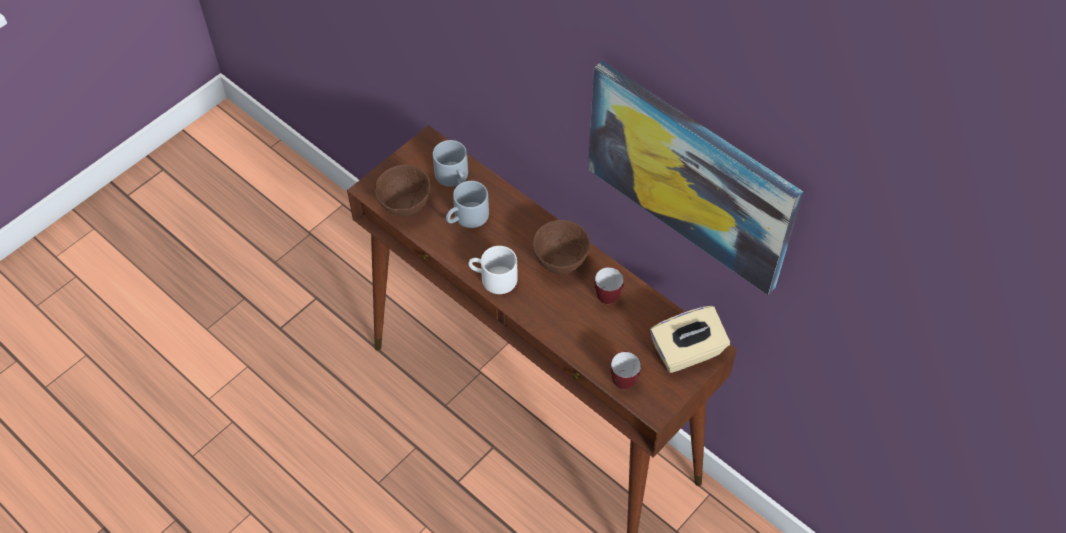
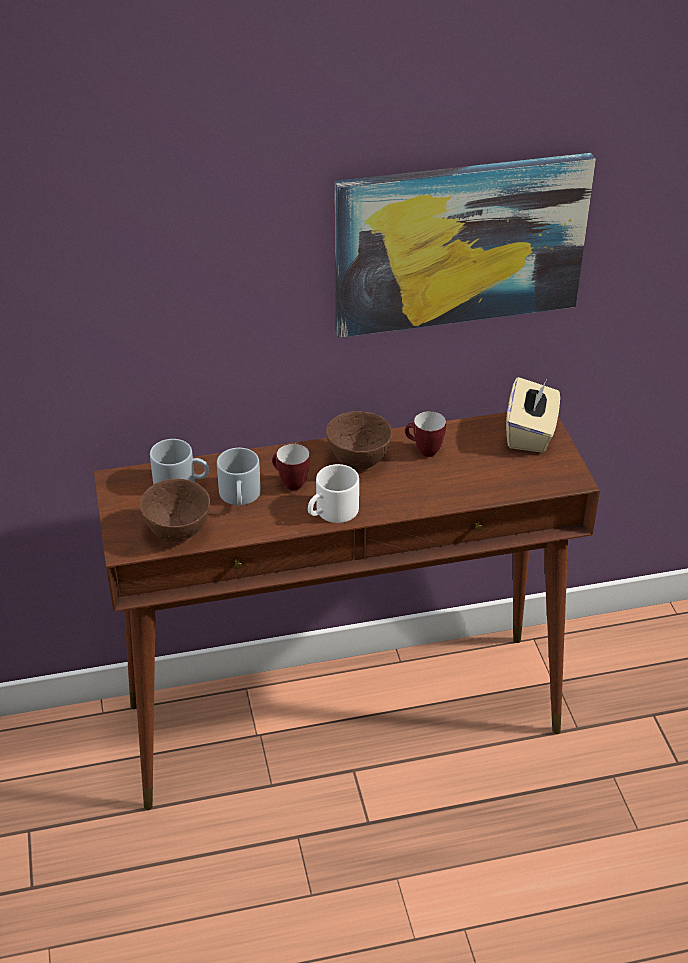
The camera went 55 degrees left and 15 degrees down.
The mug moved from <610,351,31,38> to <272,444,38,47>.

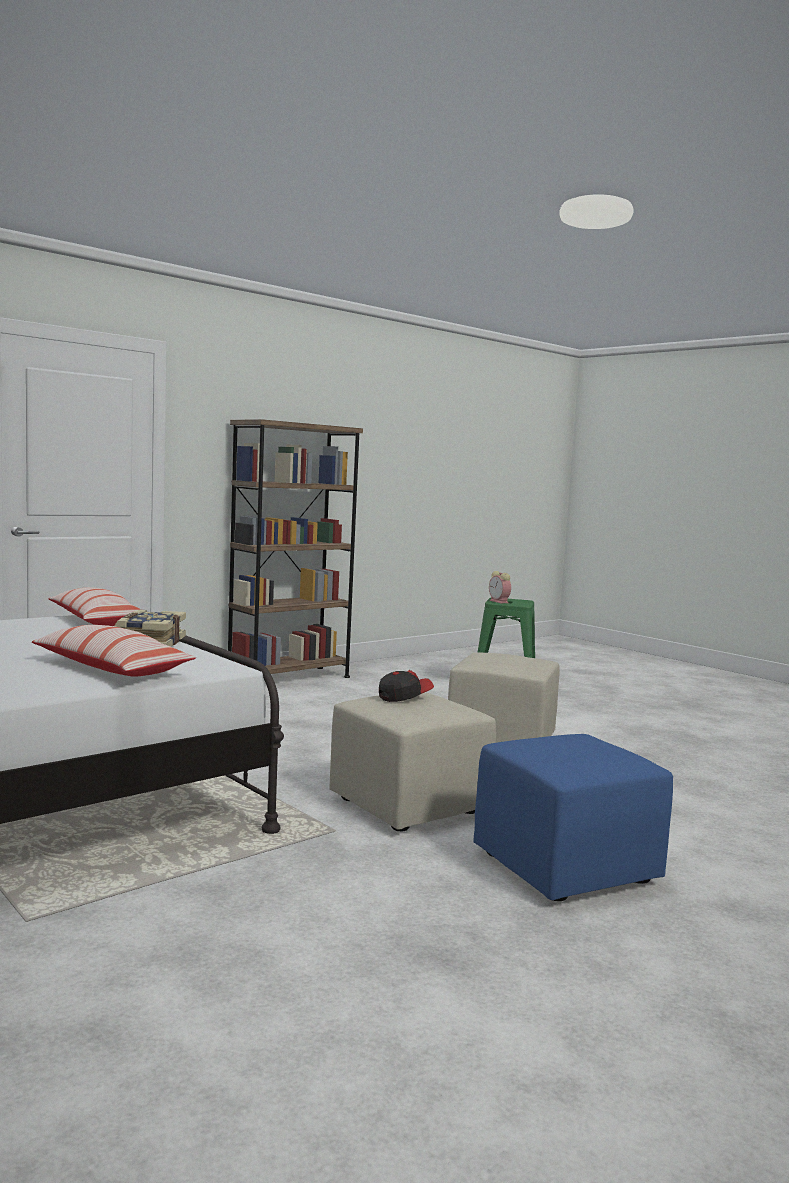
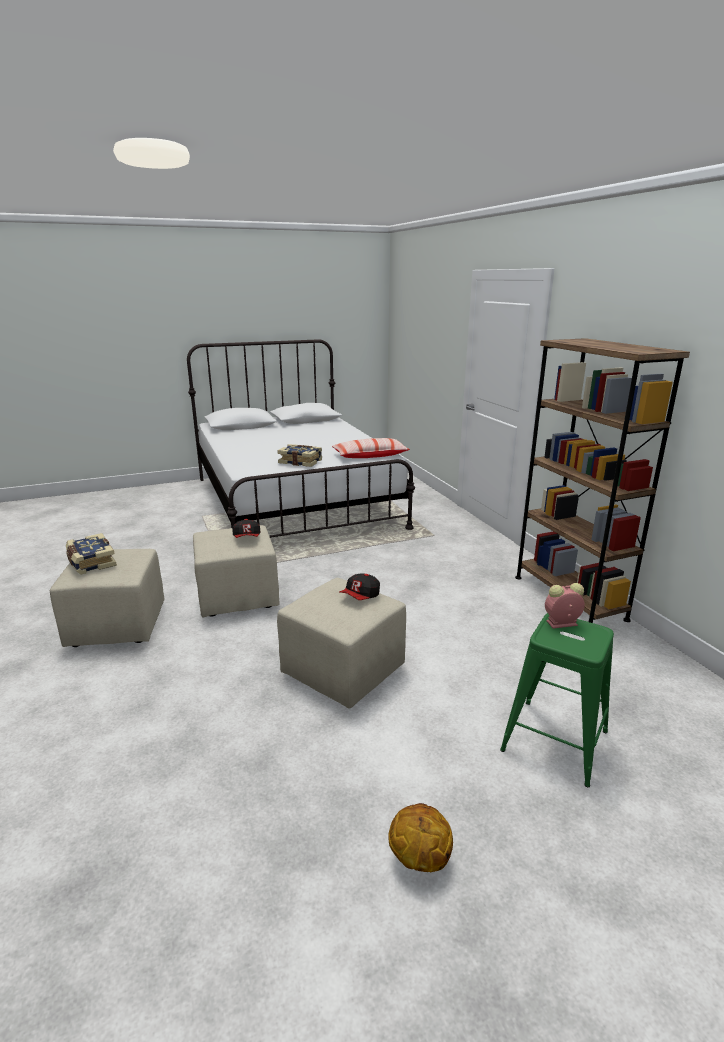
The camera went 110 degrees right and 15 degrees up.
The throw pillow at <32,625,164,52> disappeared.
The bound book at <66,533,51,42> appeared.
The cap at <339,573,41,27> appeared.
The basketball ball at <388,803,65,69> appeared.
The bluish pouffe at <473,734,200,167> became the beige pouffe at <50,549,115,98>.

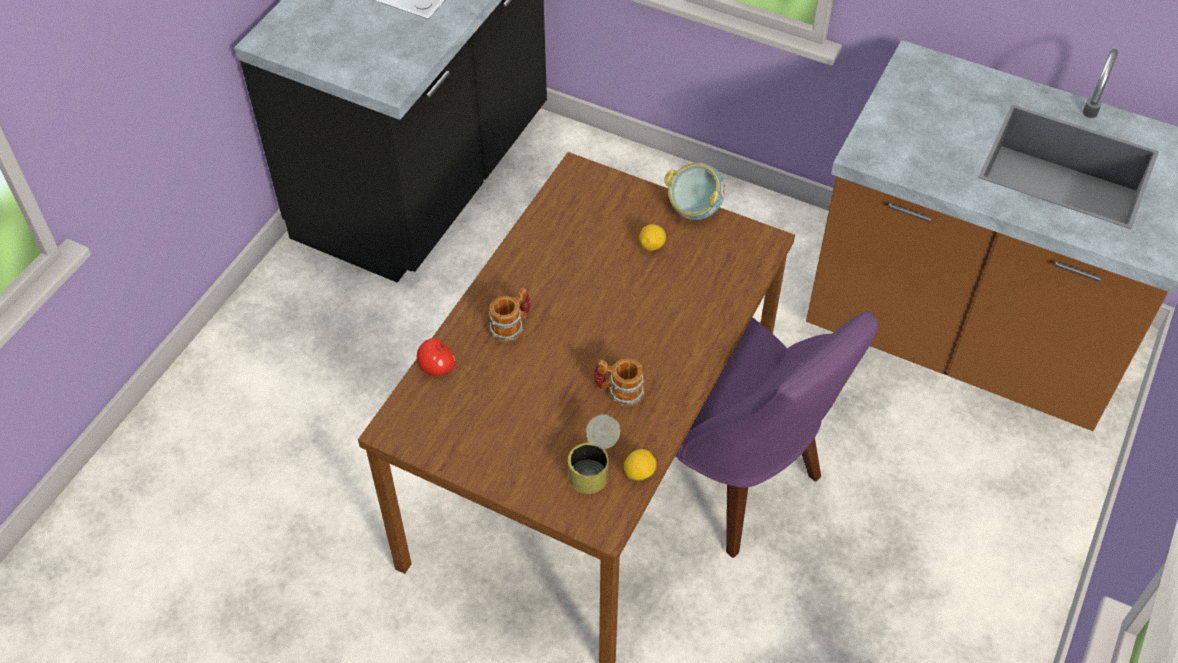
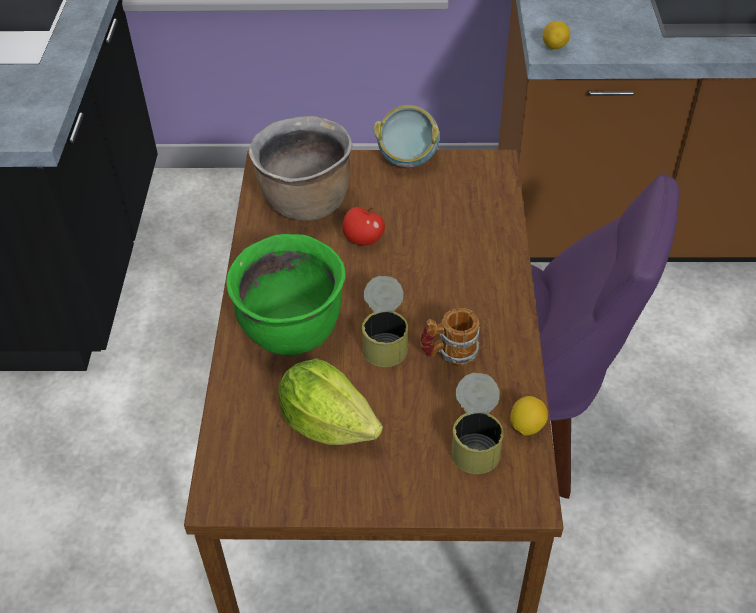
The camera went 25 degrees left and 5 degrees down.
The brownish stockpot at <249,116,103,105> appeared.
The lettuce head at <278,358,105,87> appeared.
The sealed can at <362,276,46,91> appeared.
The apple moved from <417,338,38,38> to <342,207,43,39>.
The citrus fruit moved from <639,224,27,27> to <543,21,27,28>.
The mug at <489,287,42,56> was replaced by the greenish stockpot at <226,234,120,121>.

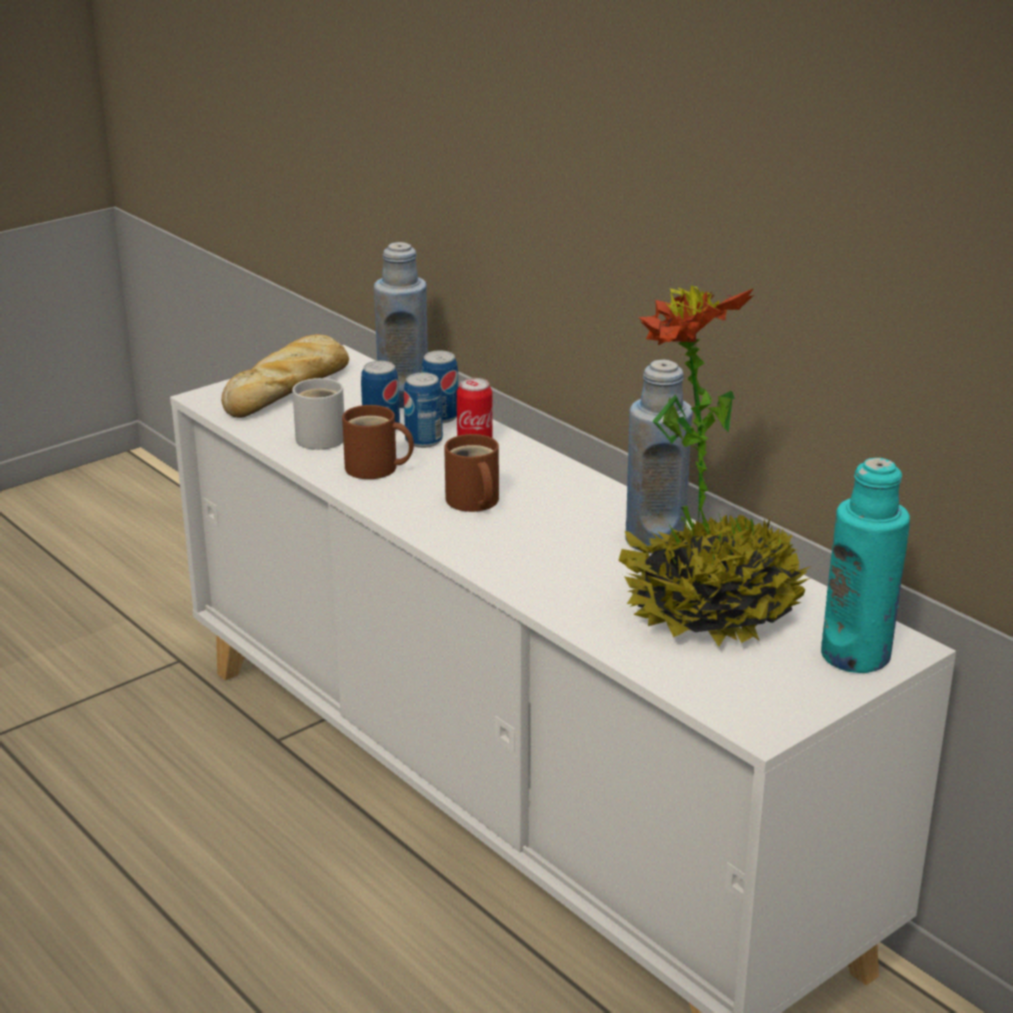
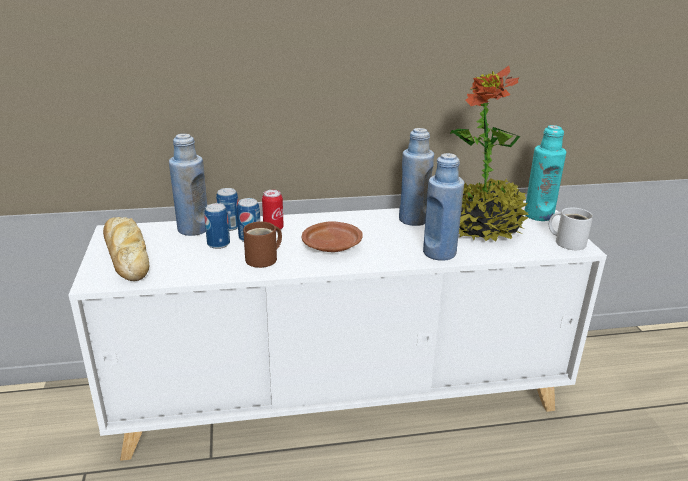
The camera went 60 degrees left and 0 degrees up.
The bluish bottle at <423,153,41,108> appeared.
The whitish mug moved from <292,378,52,72> to <549,208,44,42>.
The brownish mug at <444,434,55,78> was replaced by the brownish dinner plate at <302,221,61,31>.

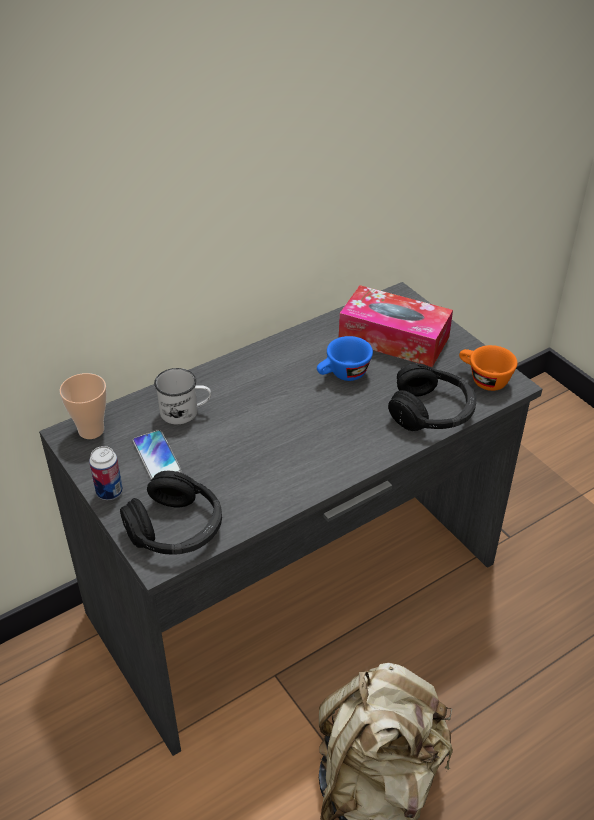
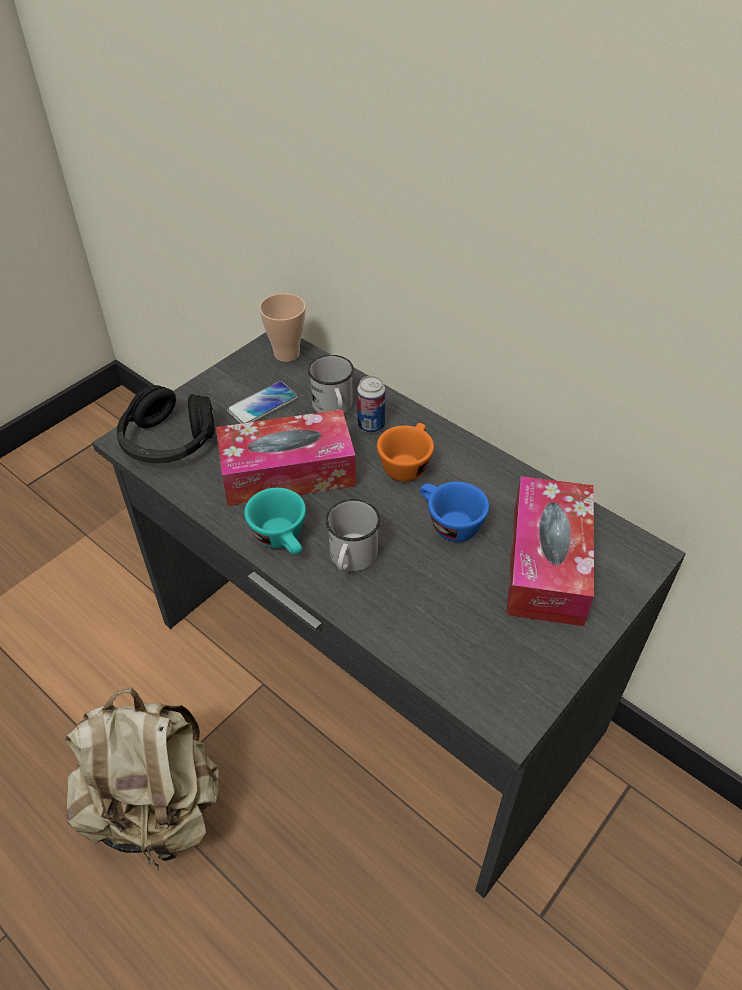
The camera went 75 degrees right and 5 degrees up.
The black headset at <388,364,88,67> disappeared.
The box of tissues at <216,409,140,97> appeared.
The blue-green cup at <244,488,62,67> appeared.
The whitish mug at <326,499,54,72> appeared.
The sealed can moved from <89,446,34,54> to <357,376,28,57>.
The orangey cup moved from <459,345,58,46> to <377,423,57,59>.

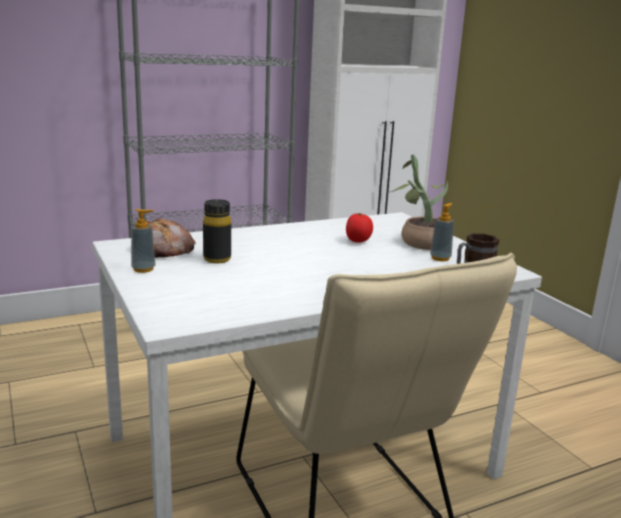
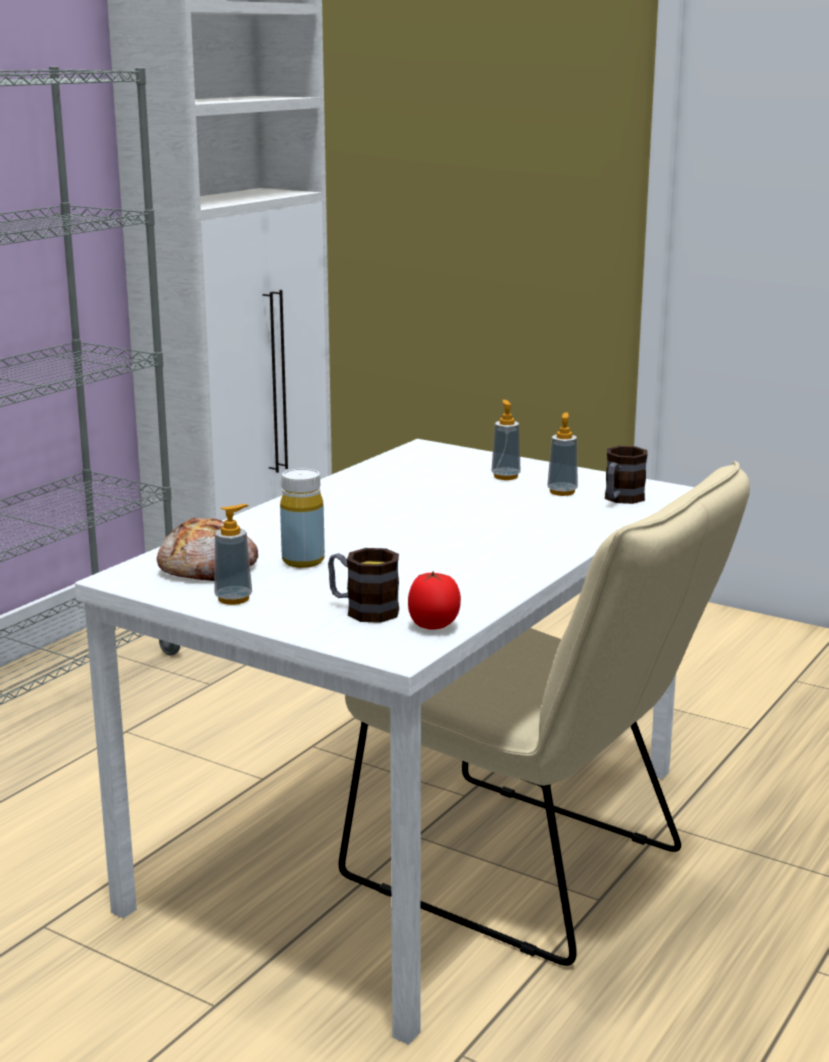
The camera went 30 degrees left and 0 degrees up.
The mug at <328,548,71,75> appeared.
The whole tomato moved from <346,213,27,30> to <408,571,53,59>.
The potted plant at <391,154,57,96> was replaced by the soap dispenser at <491,400,30,80>.
The black bottle at <203,199,28,64> became the yellow bottle at <280,469,45,99>.

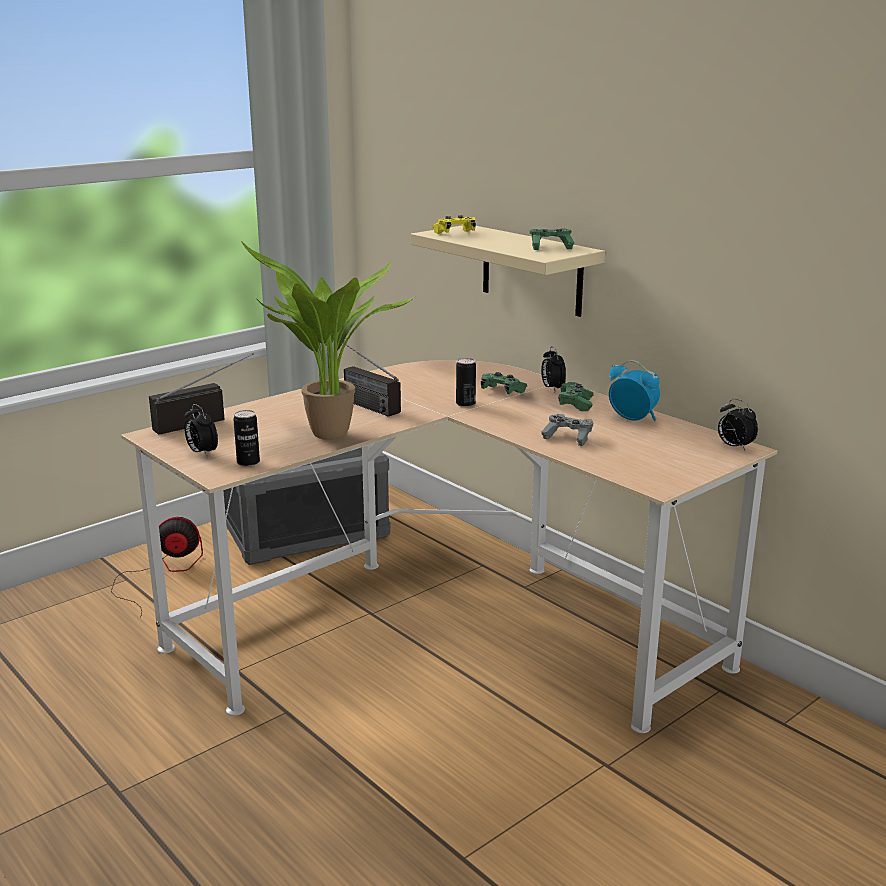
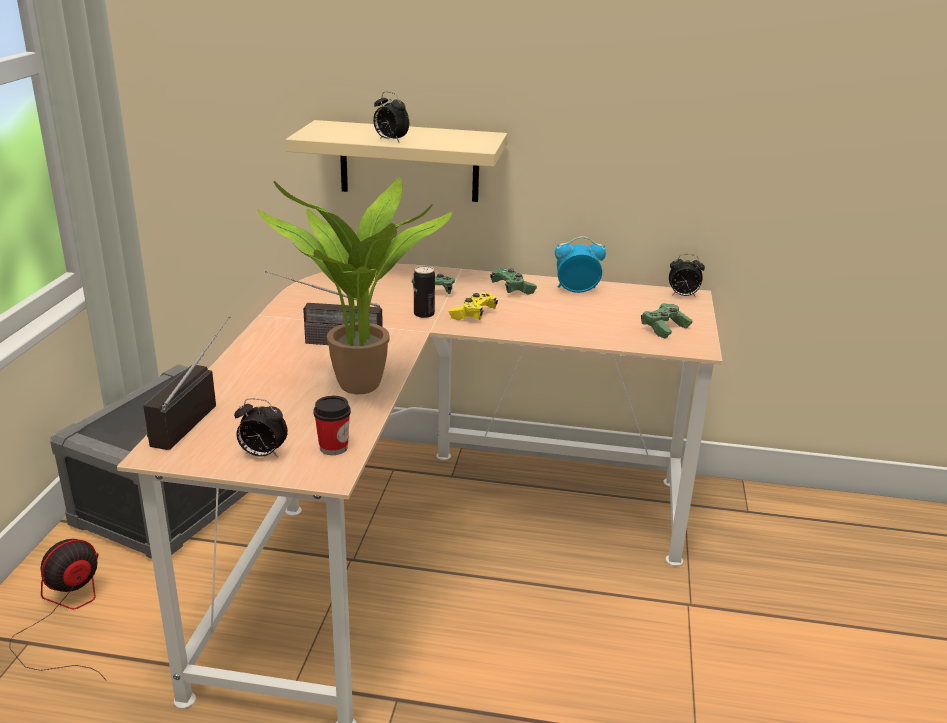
The camera went 40 degrees left and 5 degrees up.
The grey joypad at <541,414,52,32> disappeared.
The yellow joypad moved from <432,215,44,19> to <449,292,49,28>.
The greenish joypad moved from <529,228,45,22> to <641,303,51,35>.
The bedside clock moved from <541,346,25,45> to <373,91,36,51>.
The sealed can at <233,410,27,57> was replaced by the cup at <313,396,38,59>.

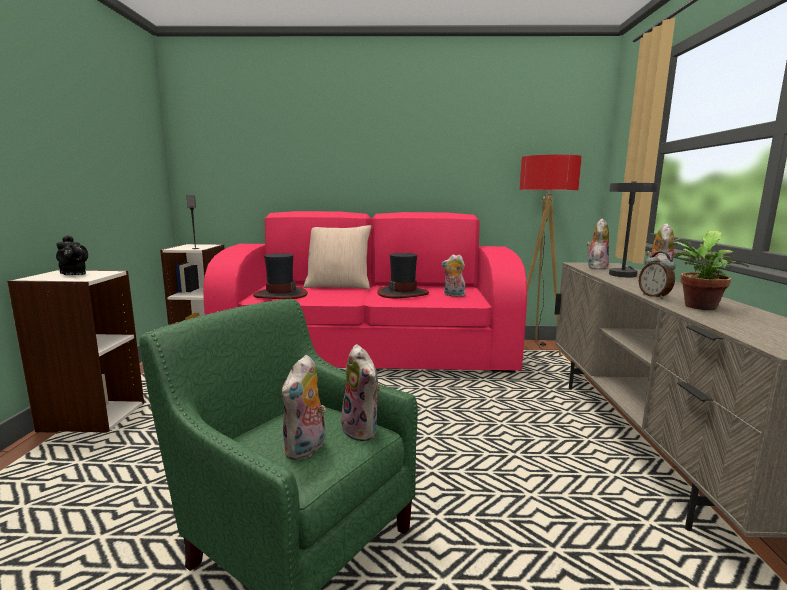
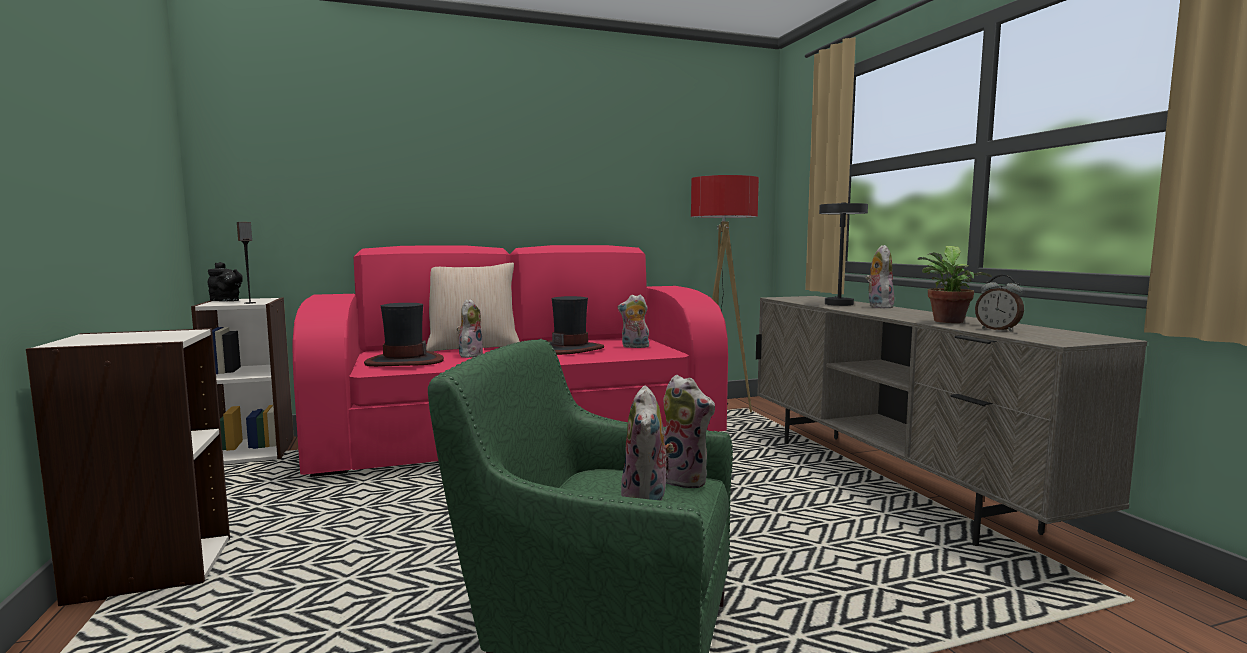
The camera went 20 degrees left and 5 degrees down.
The black pot for tea moved from <56,235,32,40> to <208,262,35,39>.
The cuddly toy moved from <587,219,22,51> to <457,299,26,59>.
The bedside clock moved from <639,252,37,47> to <975,275,49,57>.

